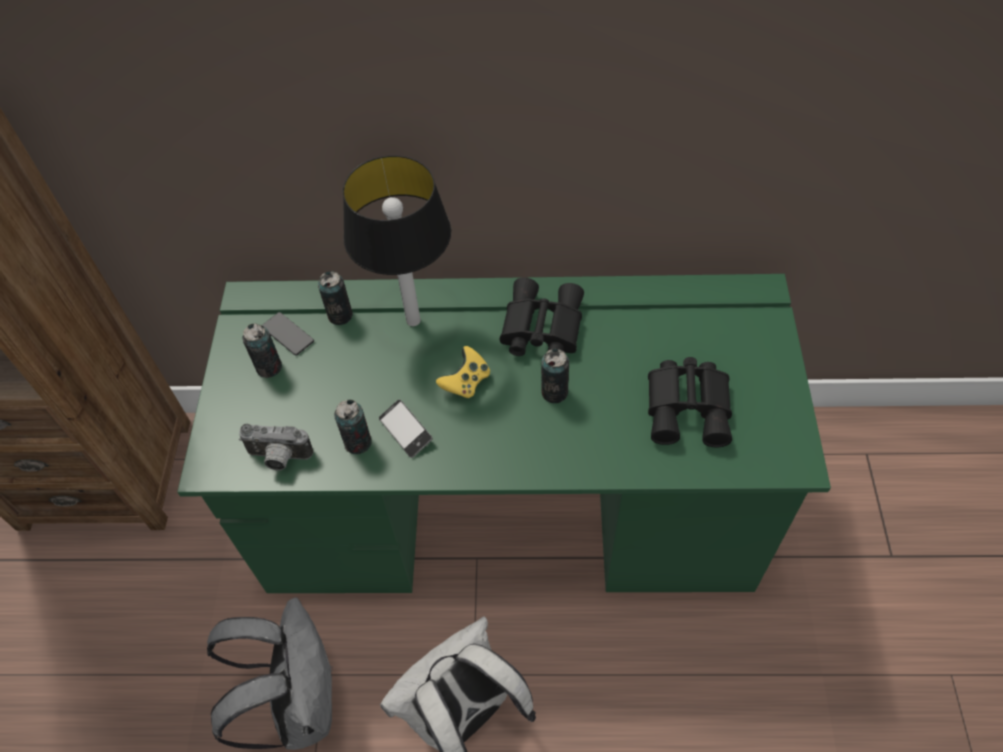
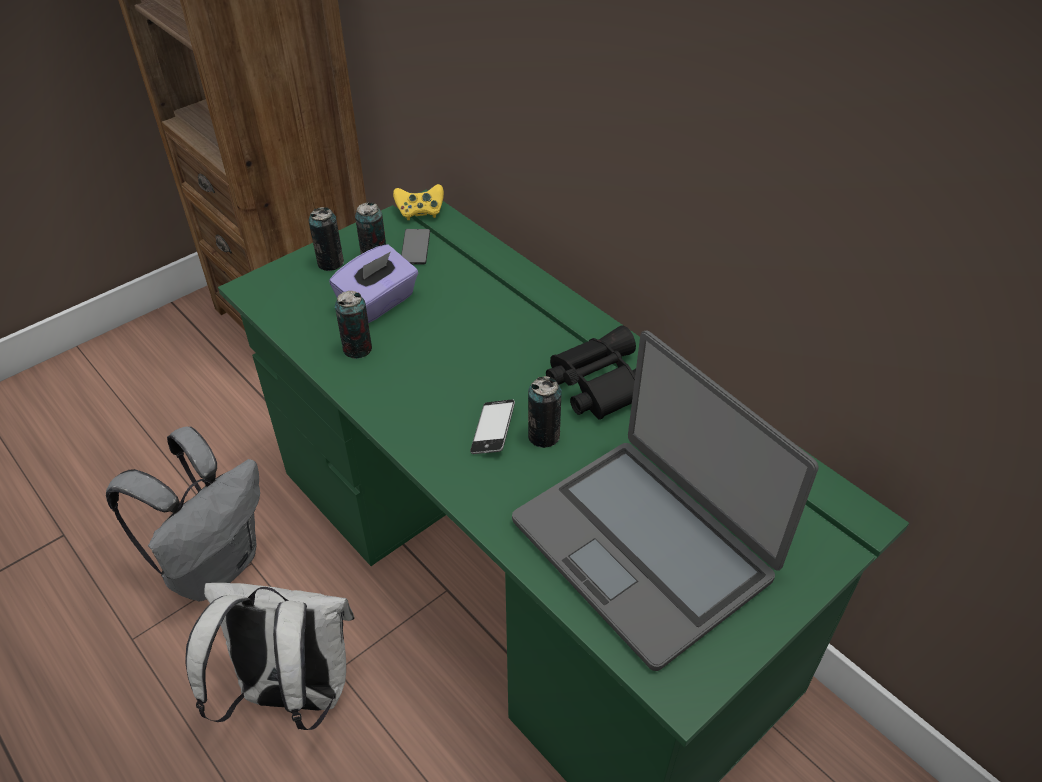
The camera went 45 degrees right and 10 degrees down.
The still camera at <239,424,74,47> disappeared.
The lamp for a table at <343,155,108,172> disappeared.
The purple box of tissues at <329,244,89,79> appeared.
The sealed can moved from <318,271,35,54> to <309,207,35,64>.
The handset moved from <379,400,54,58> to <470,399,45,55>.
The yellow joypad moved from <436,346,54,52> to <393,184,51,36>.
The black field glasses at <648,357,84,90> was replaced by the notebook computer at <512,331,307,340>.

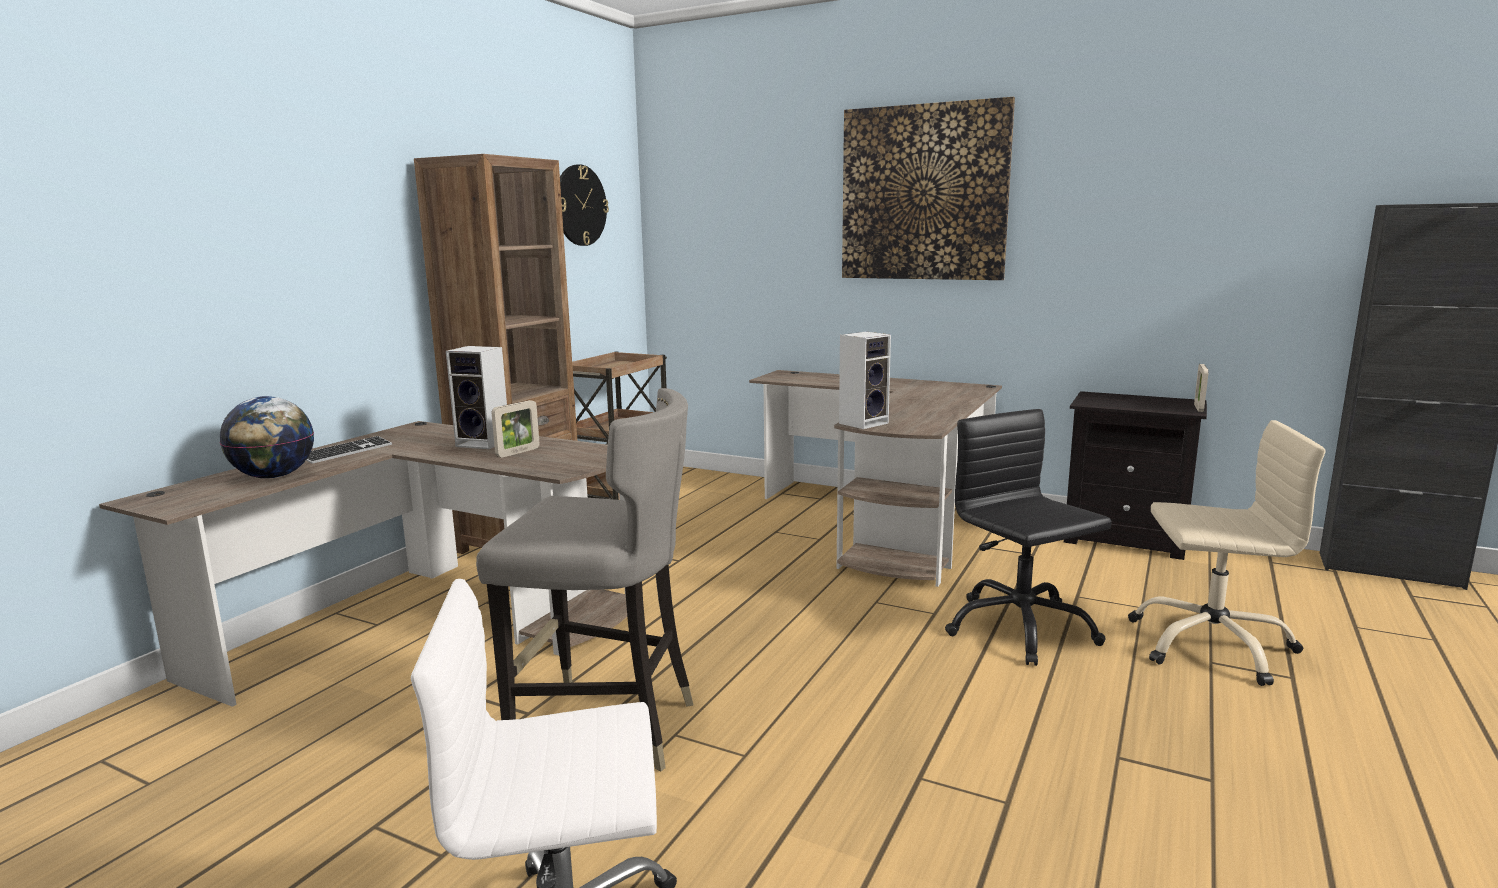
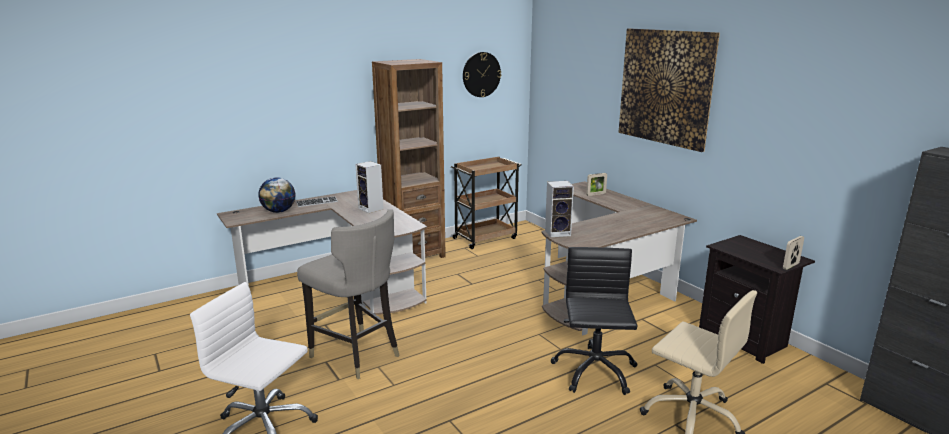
The camera went 30 degrees right and 5 degrees up.
The standing frame moved from <492,400,48,57> to <586,173,21,23>.

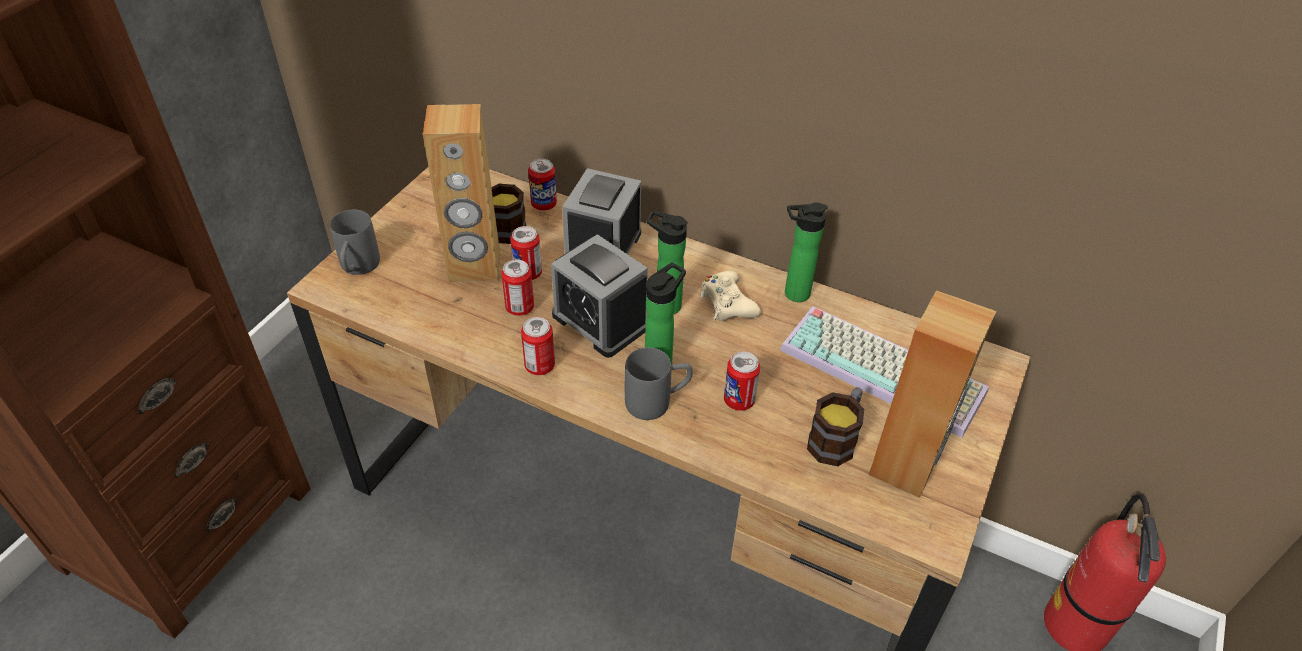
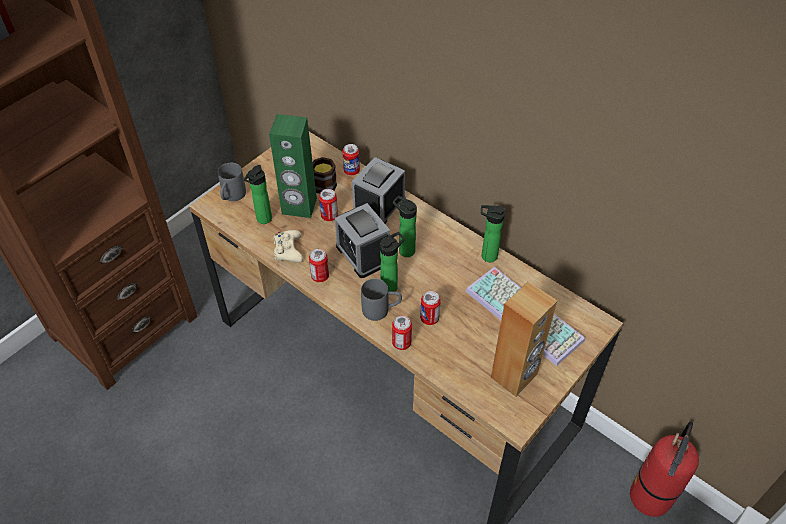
The camera went 15 degrees right and 5 degrees up.
The mug at <807,387,57,79> disappeared.
The bottle at <244,165,28,59> appeared.
The sealed can moved from <501,260,33,56> to <392,316,20,34>.
The beige joypad moved from <700,271,61,50> to <273,230,30,32>.
The brownish audio speaker at <423,104,77,178> became the greenish audio speaker at <269,114,48,104>.

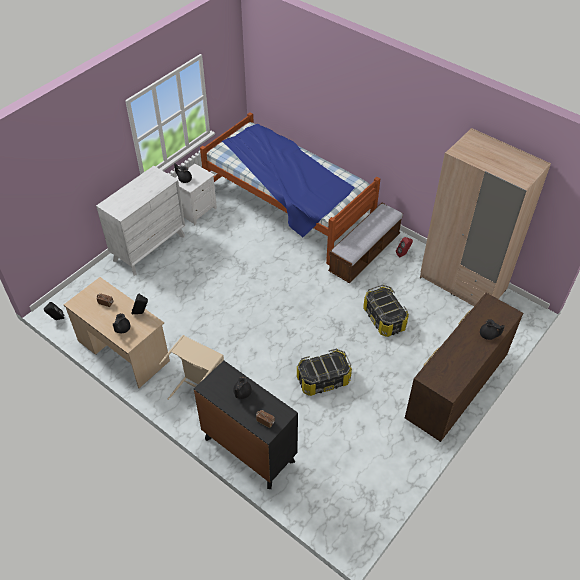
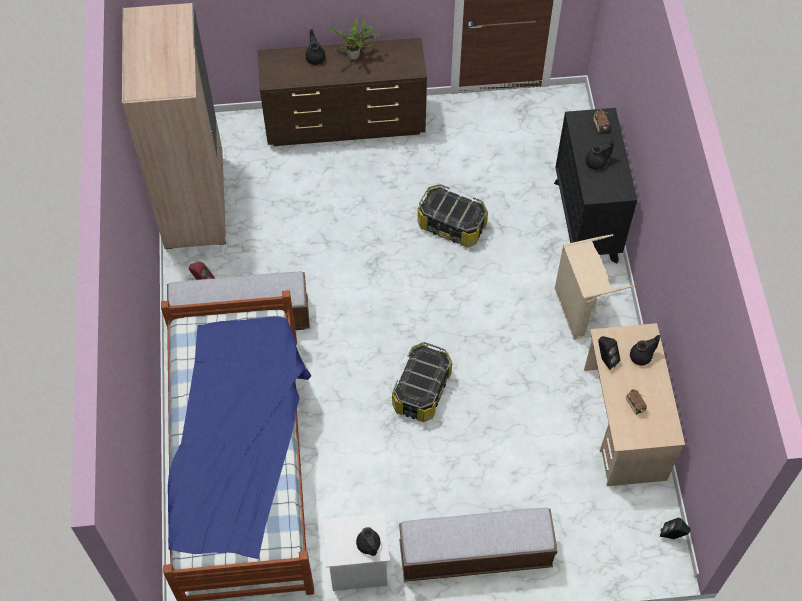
The camera went 135 degrees left and 10 degrees up.
The potted plant at <329,19,52,41> appeared.
The storage bin moved from <363,285,46,52> to <392,342,60,80>.
The whitish chest of drawers at <96,166,89,110> was replaced by the long seat at <399,508,159,74>.

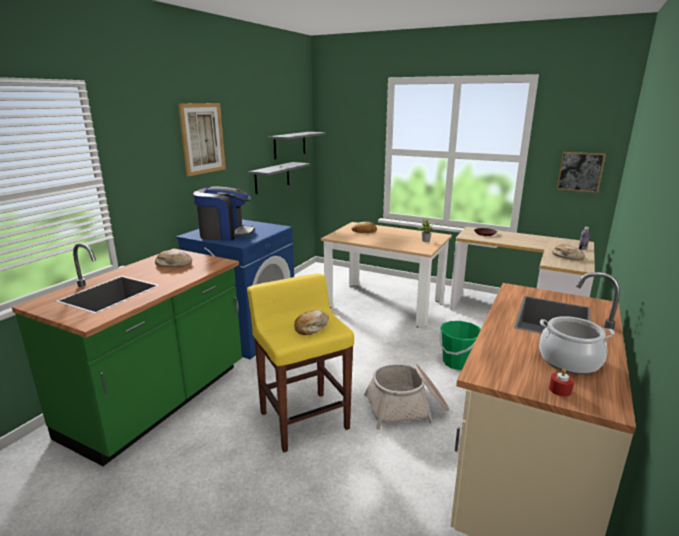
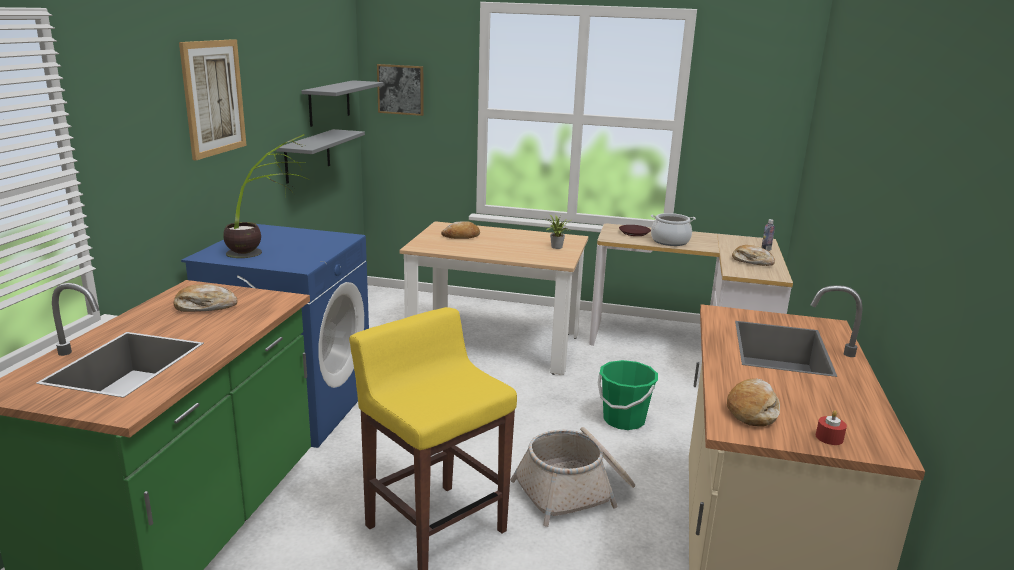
The camera went 15 degrees left and 0 degrees up.
The baked bread moved from <294,310,35,25> to <727,378,53,49>.
The stockpot moved from <539,316,76,58> to <651,213,45,33>.
The wall art moved from <557,152,49,41> to <377,64,47,52>.
The coffee machine at <193,186,62,55> was replaced by the potted plant at <223,134,84,124>.

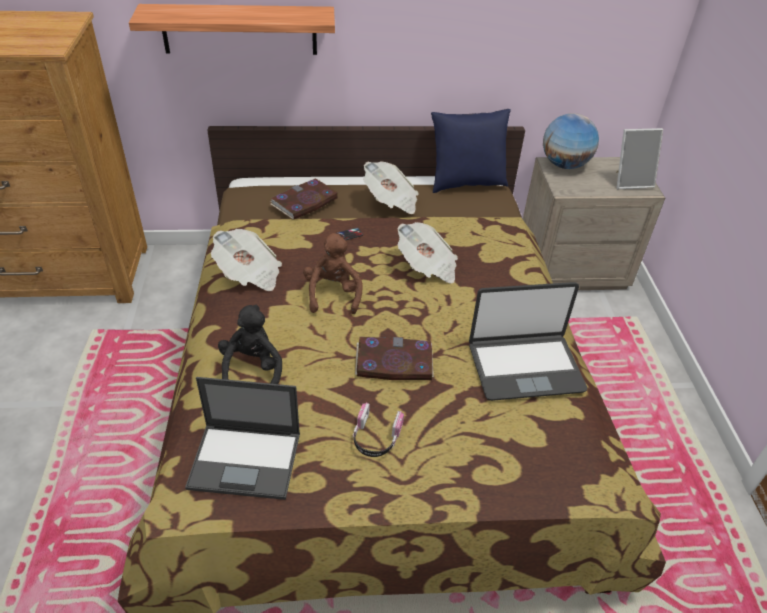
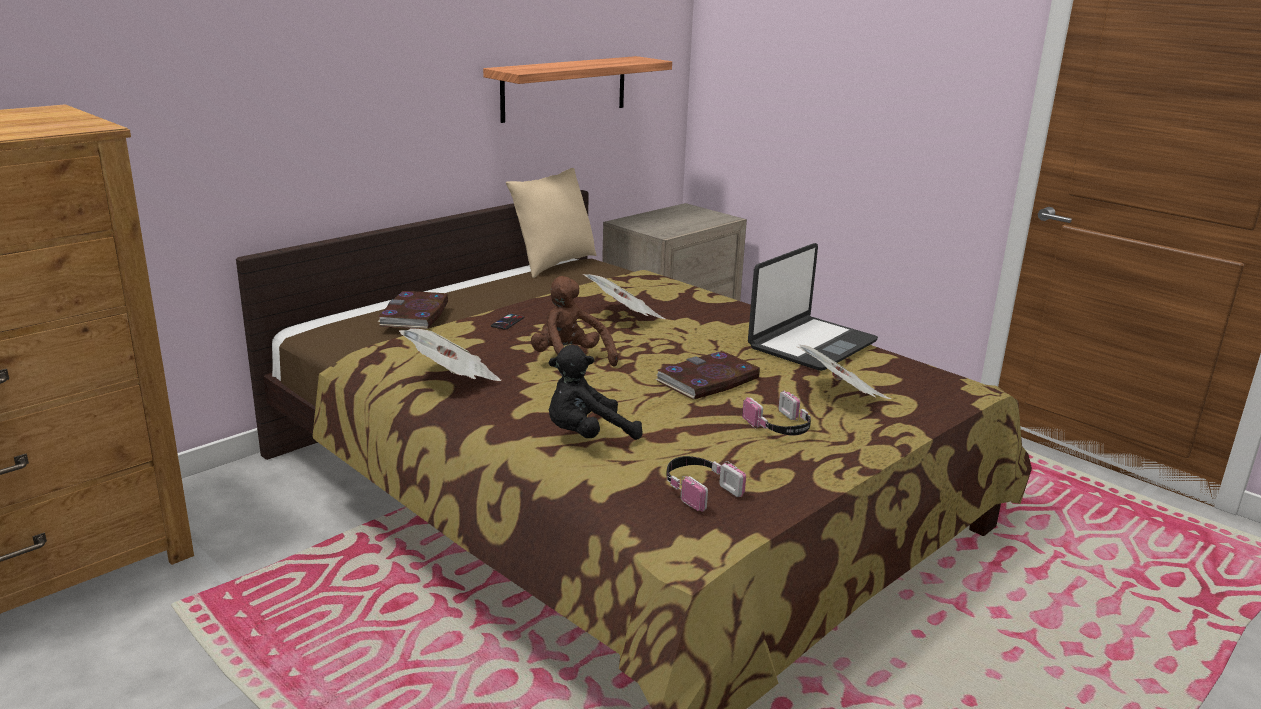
The camera went 40 degrees left and 20 degrees down.
The world globe at <543,113,56,56> disappeared.
The standing frame at <616,128,47,61> disappeared.
The shelf moved from <129,4,206,51> to <483,56,189,67>.
The daily paper moved from <363,161,56,53> to <797,345,94,54>.
The notebook computer at <185,377,115,123> was replaced by the headset at <666,456,80,56>.
The bluish throw pillow at <431,109,80,84> became the beige throw pillow at <506,168,90,110>.
The black cuddly toy at <218,305,64,79> turned 75 degrees counterclockwise.

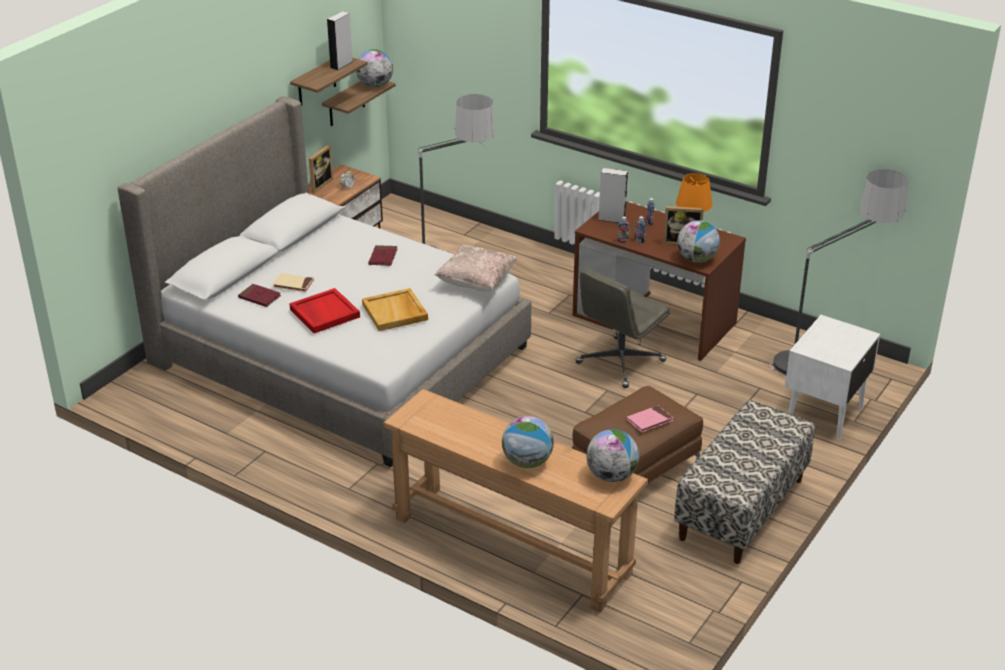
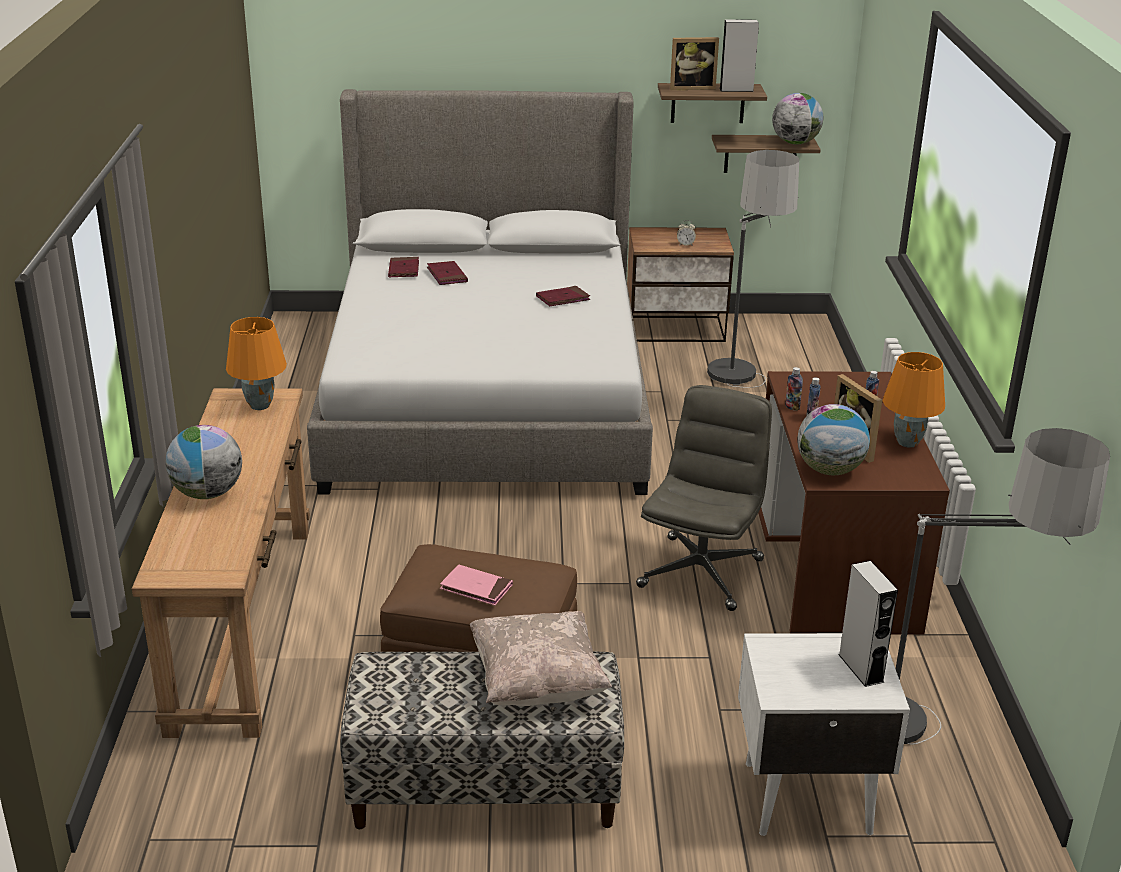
The camera went 55 degrees right and 5 degrees down.
The red carrying tray at <289,288,71,45> disappeared.
The beige carrying tray at <362,288,66,43> disappeared.
The world globe at <586,429,53,53> disappeared.
The orangey lamp for a table at <226,317,61,93> appeared.
The standing frame moved from <309,145,24,48> to <670,37,49,53>.
The beige throw pillow moved from <435,245,82,47> to <470,611,142,95>.
The grey audio speaker moved from <598,168,30,55> to <838,561,60,126>.
The beige bound book at <272,273,42,19> became the red bound book at <427,261,41,24>.
The grey office chair at <576,268,94,120> turned 105 degrees clockwise.

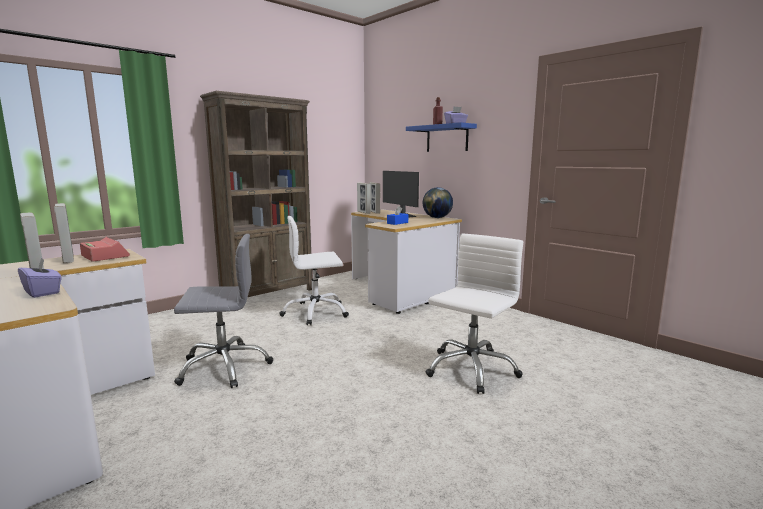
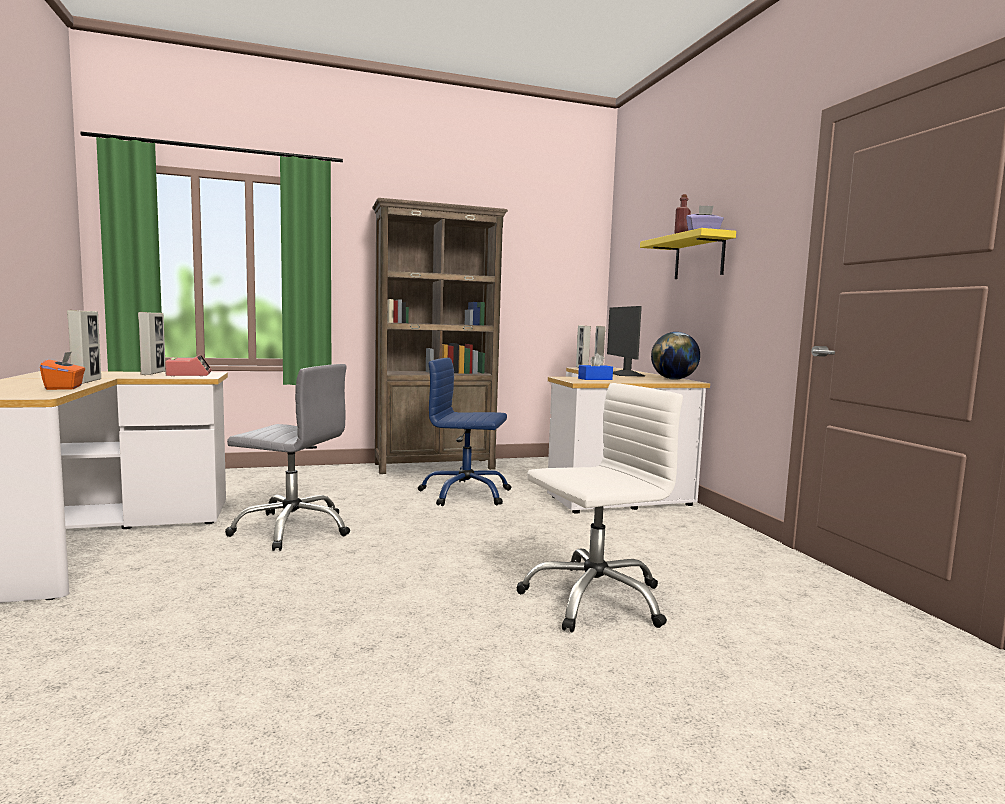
The camera went 25 degrees right and 5 degrees down.
The purple box of tissues at <18,257,44,41> became the orangey box of tissues at <40,352,45,38>.
The whitish office chair at <280,216,69,109> became the bluish office chair at <418,358,93,148>.
The bluish shelf at <406,122,71,30> became the yellow shelf at <640,228,96,51>.

